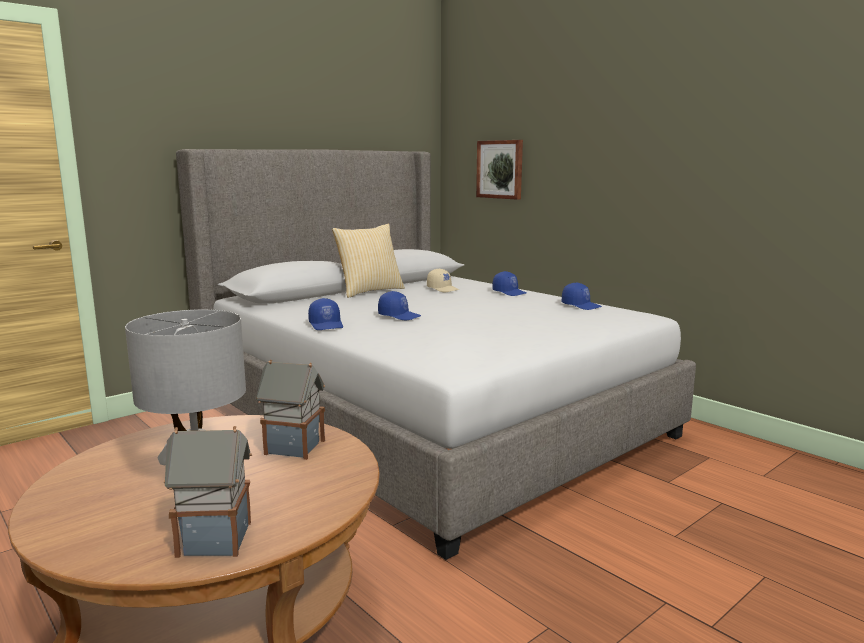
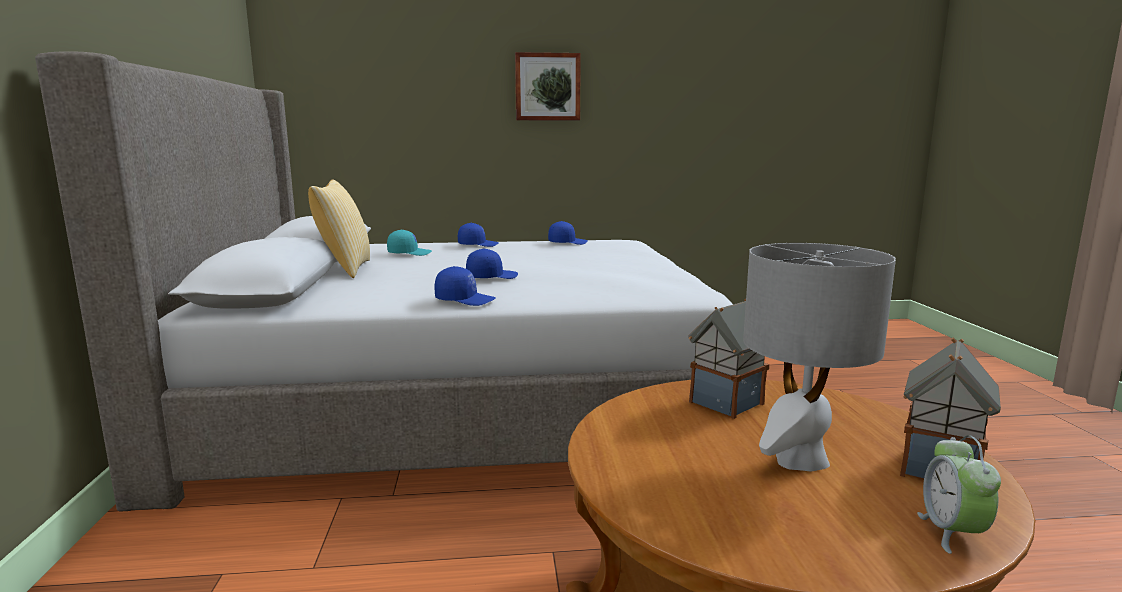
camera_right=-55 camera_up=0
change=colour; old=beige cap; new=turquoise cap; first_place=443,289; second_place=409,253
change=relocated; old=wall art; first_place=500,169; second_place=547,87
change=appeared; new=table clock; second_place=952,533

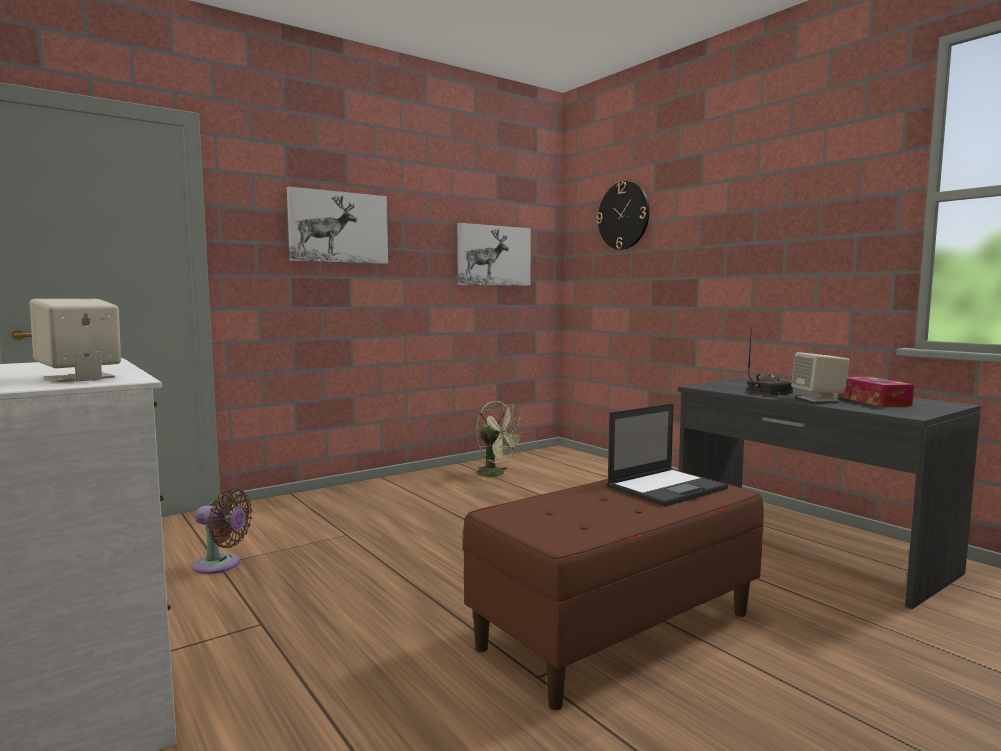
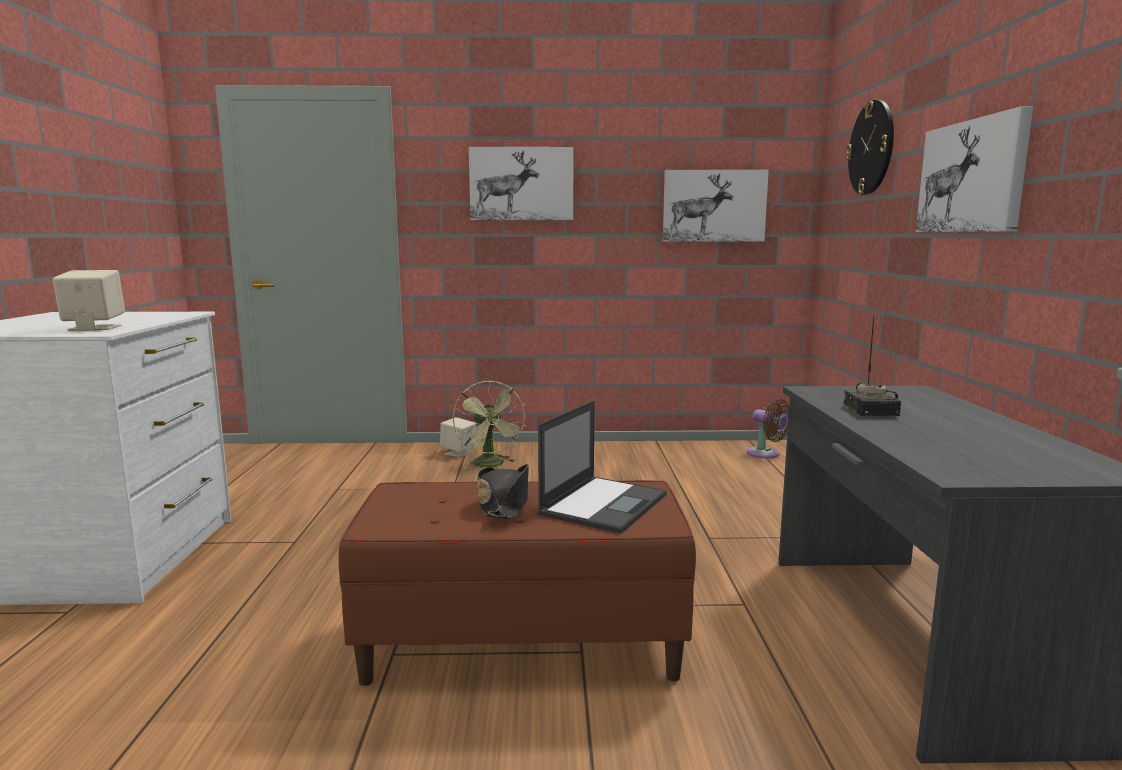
camera_right=35 camera_up=5
change=relocated; old=brown-coloured cooling fan; first_place=221,565; second_place=766,454
change=relocated; old=greenish cooling fan; first_place=496,474; second_place=491,465
change=spun; old=portable computer; first_place=667,487; second_place=604,504; degrees=-60
change=relocated; old=beige audio speaker; first_place=818,399; second_place=458,453
change=missing; old=tissue box; first_place=874,401
change=appeared; new=blackish wearable hat; second_place=504,503
change=appeared; new=wall art; second_place=972,176

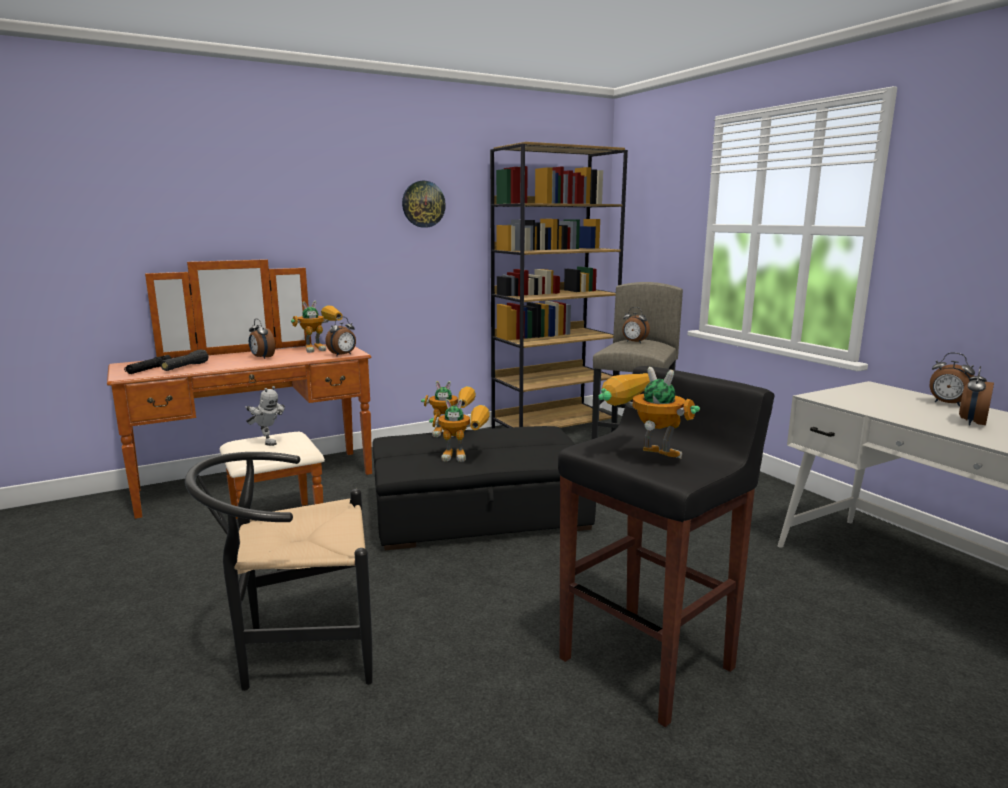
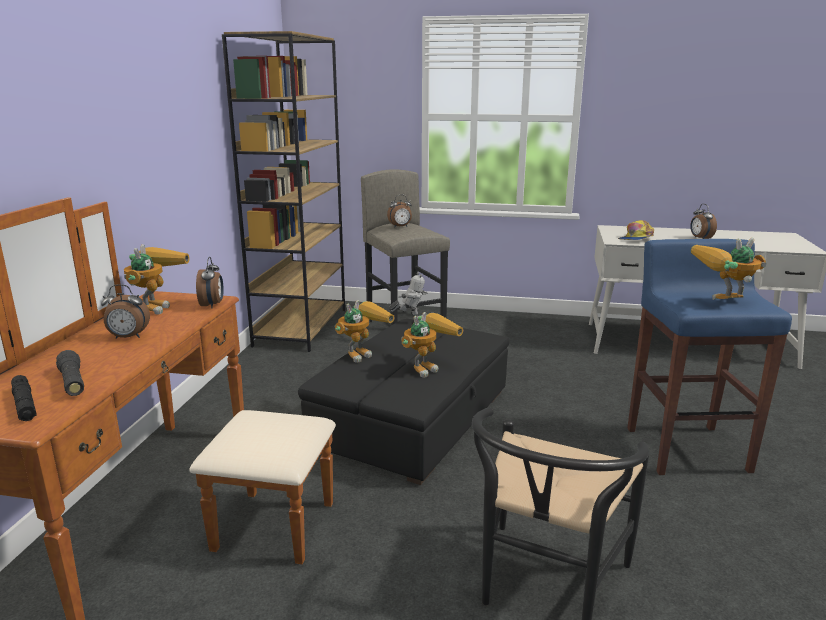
camera_right=-50 camera_up=5
change=relocated; old=model robot; first_place=267,442; second_place=410,321
change=missing; old=clock on the wall; first_place=423,204
change=colour; old=blackish stool seat; new=blue-coloured stool seat; first_place=648,663; second_place=686,449
change=missing; old=table clock; first_place=947,404
change=appeared; new=cap; second_place=636,238

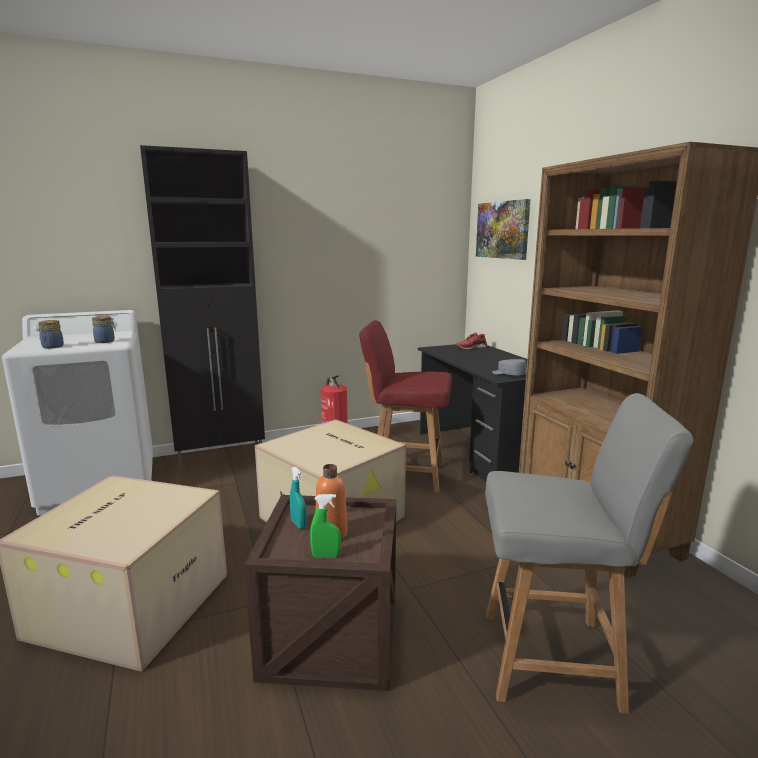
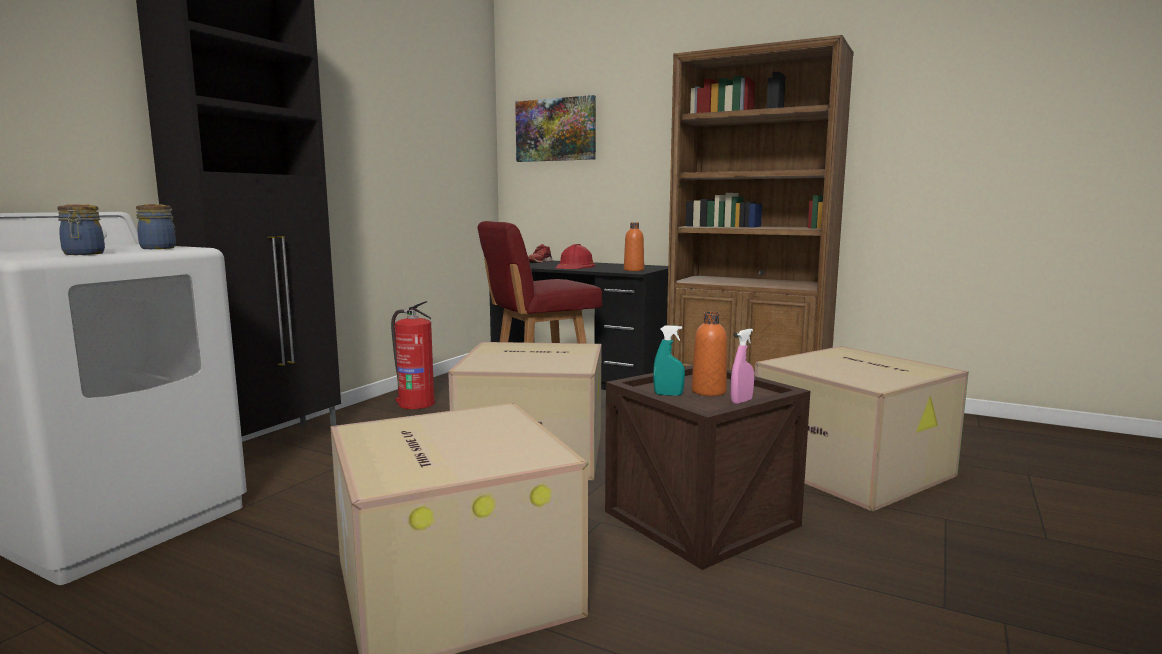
camera_right=-40 camera_up=-5
change=colour; old=greenish hand sprayer; new=pinkish hand sprayer; first_place=326,556; second_place=741,401
change=exchanged; old=grey upright chair; new=carton; first_place=554,659; second_place=854,468
change=exchanged; old=grey cap; new=orangey drink bottle; first_place=508,374; second_place=633,270
change=appeared; new=reddish work helmet; second_place=575,266

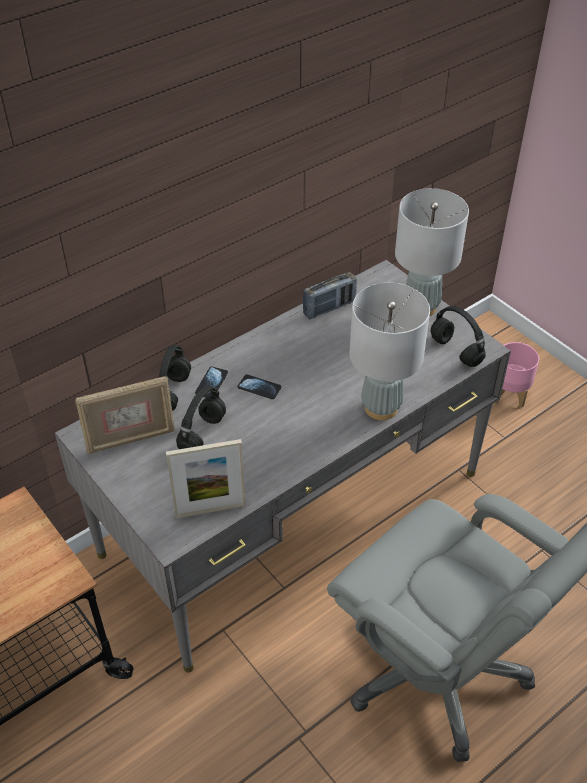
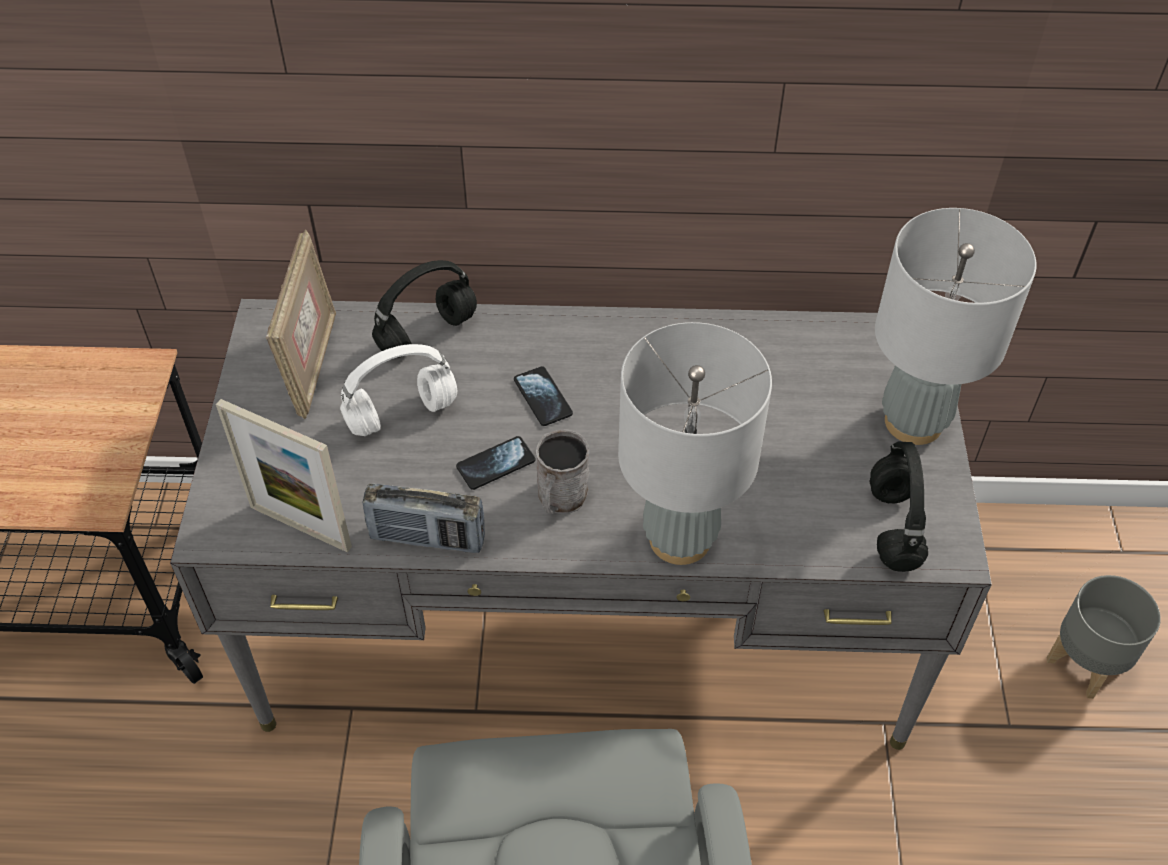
camera_right=40 camera_up=5
change=spun; old=photo frame; first_place=130,439; second_place=312,364; degrees=-105
change=colour; old=blackish headset; new=whitish headset; first_place=202,433; second_place=403,413
change=relocated; old=telephone; first_place=211,383; second_place=496,464
change=relocated; old=radio; first_place=329,308; second_place=427,538
change=colour; old=pinkish plant pot; new=grey plant pot; first_place=508,395; second_place=1084,663
change=appeared; new=grey mug; second_place=560,499

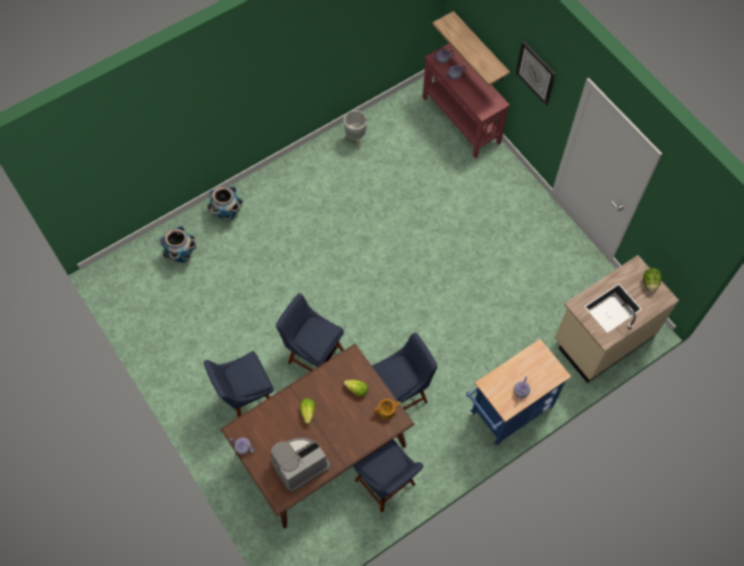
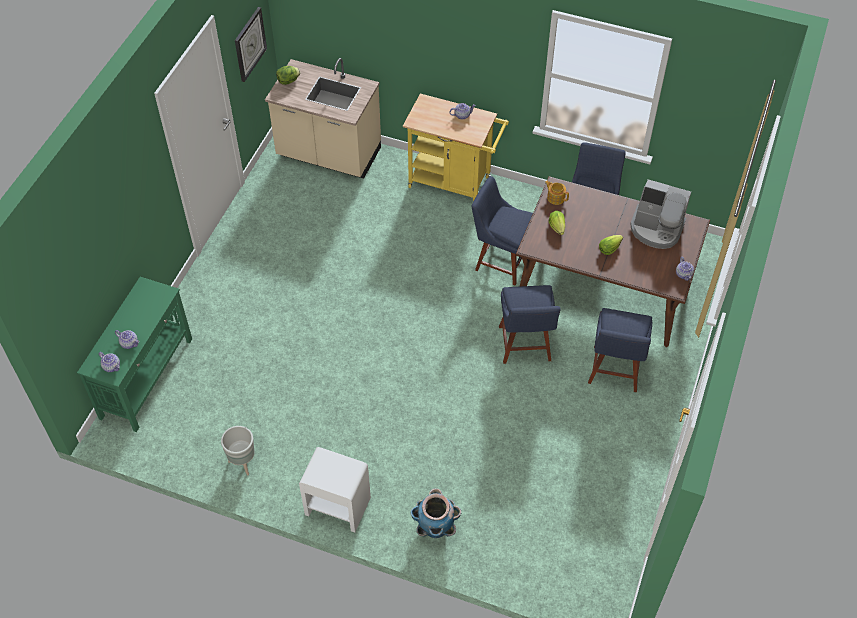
camera_right=-125 camera_up=-10
change=missing; old=plant pot; first_place=182,255
change=spun; old=blue-coloured upright chair; first_place=246,399; second_place=614,371; degrees=75
change=colour; old=reddish narrow table; new=greenish narrow table; first_place=461,120; second_place=147,377
change=missing; old=shelf; first_place=480,48
change=colour; old=blue-coloured wheeled cart; new=yellow wheeled cart; first_place=507,413; second_place=454,183
change=relocated; old=clock on the wall; first_place=536,72; second_place=249,44
change=appeared; new=whitish night table; second_place=337,506

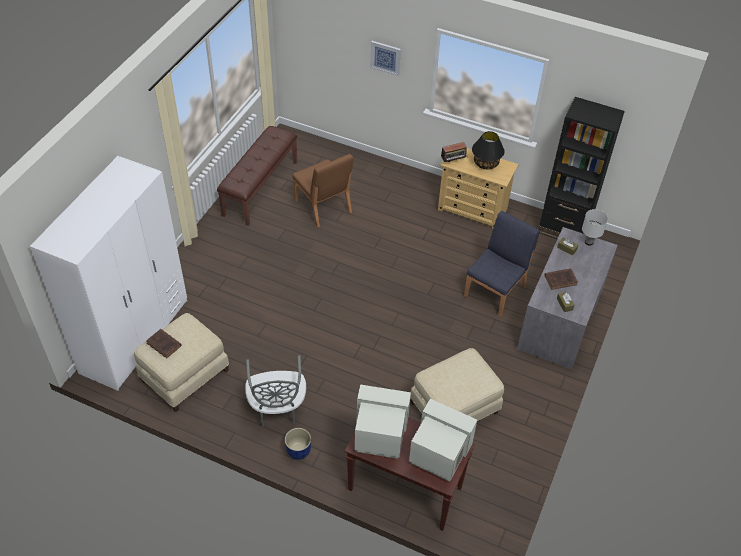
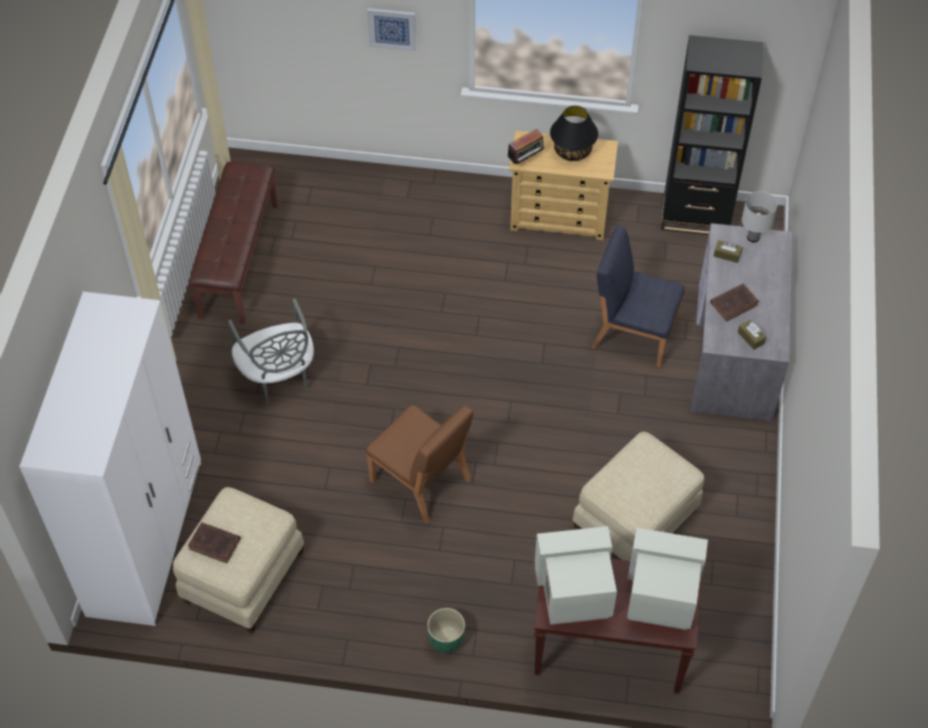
camera_right=-15 camera_up=5
change=relocated; old=grey upright chair; first_place=277,408; second_place=278,377
change=colour; old=blue-coloured plant pot; new=greenish plant pot; first_place=299,451; second_place=447,639
change=relocated; old=brown-coloured upright chair; first_place=323,207; second_place=421,481
change=spun; old=blue-coloured upright chair; first_place=496,290; second_place=633,333; degrees=-90

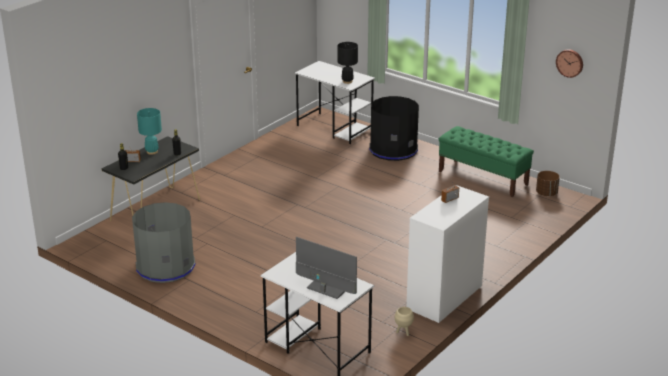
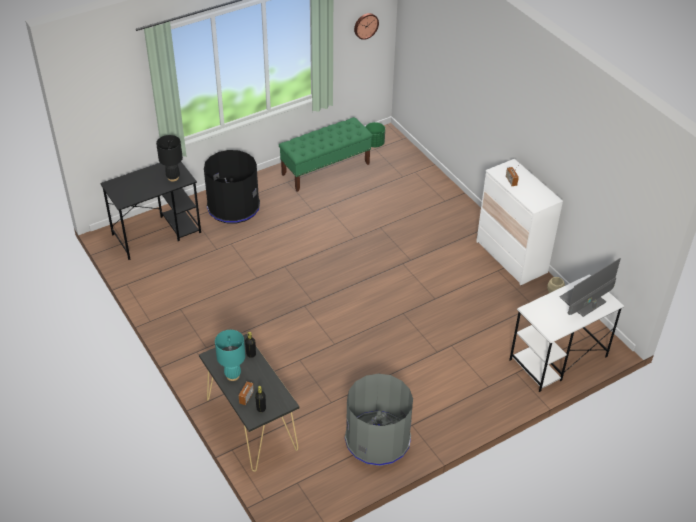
camera_right=-70 camera_up=15
change=colour; old=whitish desk; new=blackish desk; first_place=335,128; second_place=157,233
change=colour; old=brown-coloured plant pot; new=greenish plant pot; first_place=546,193; second_place=374,143

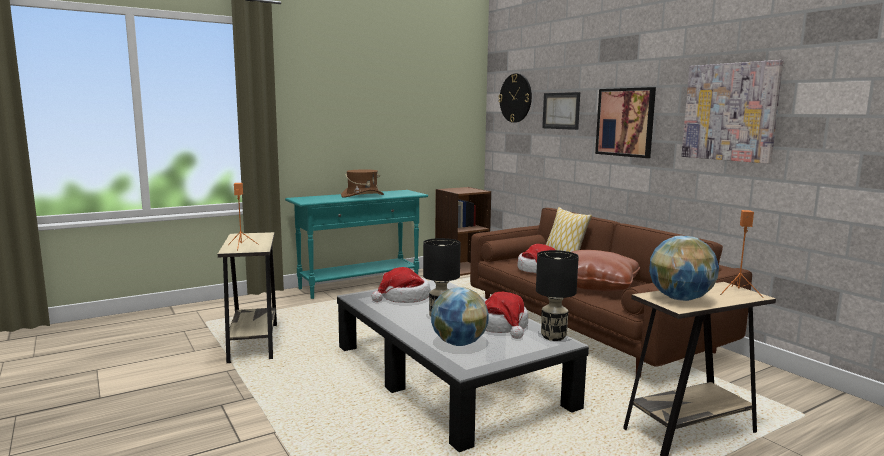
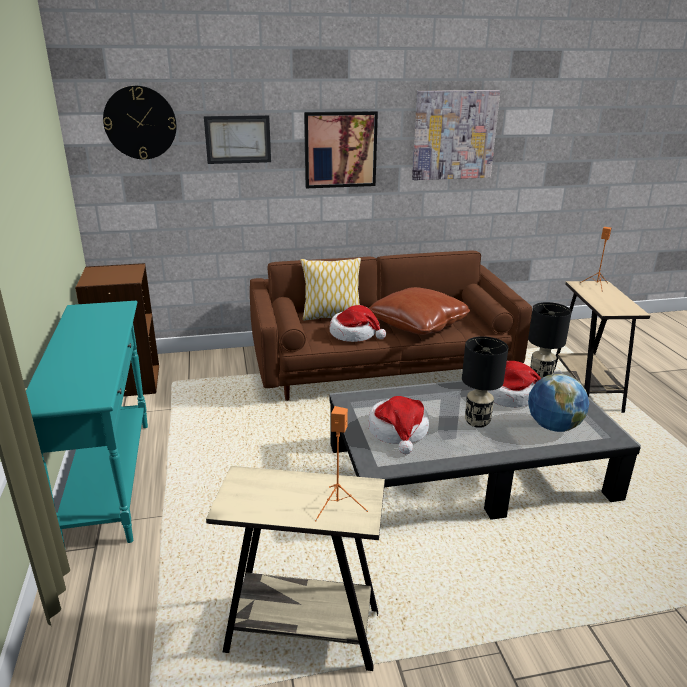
camera_right=-70 camera_up=15
change=missing; old=brown-coloured wearable hat; first_place=362,196
change=missing; old=desk globe; first_place=680,299

